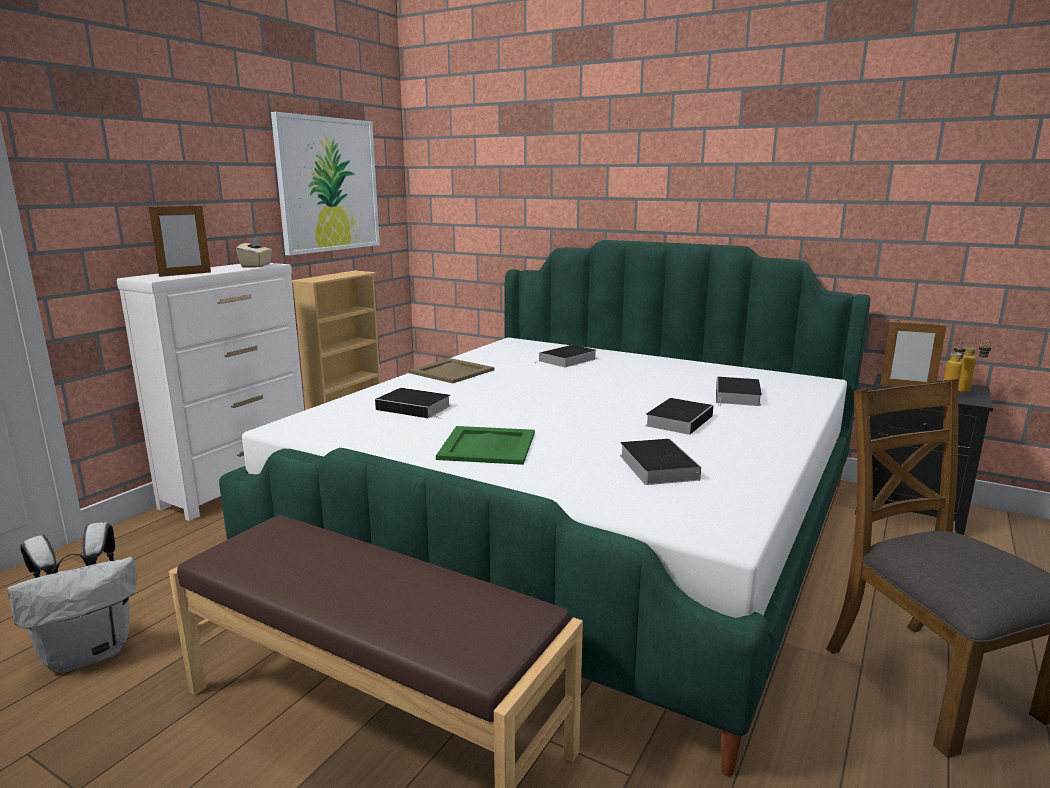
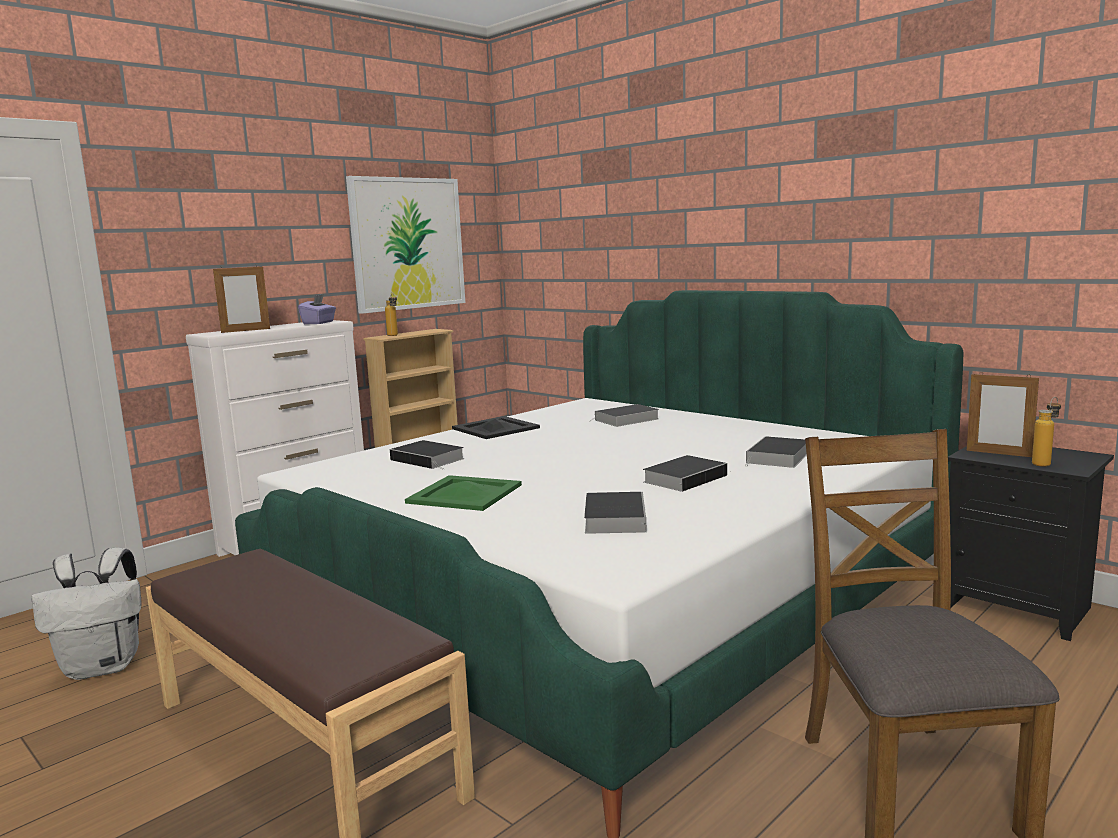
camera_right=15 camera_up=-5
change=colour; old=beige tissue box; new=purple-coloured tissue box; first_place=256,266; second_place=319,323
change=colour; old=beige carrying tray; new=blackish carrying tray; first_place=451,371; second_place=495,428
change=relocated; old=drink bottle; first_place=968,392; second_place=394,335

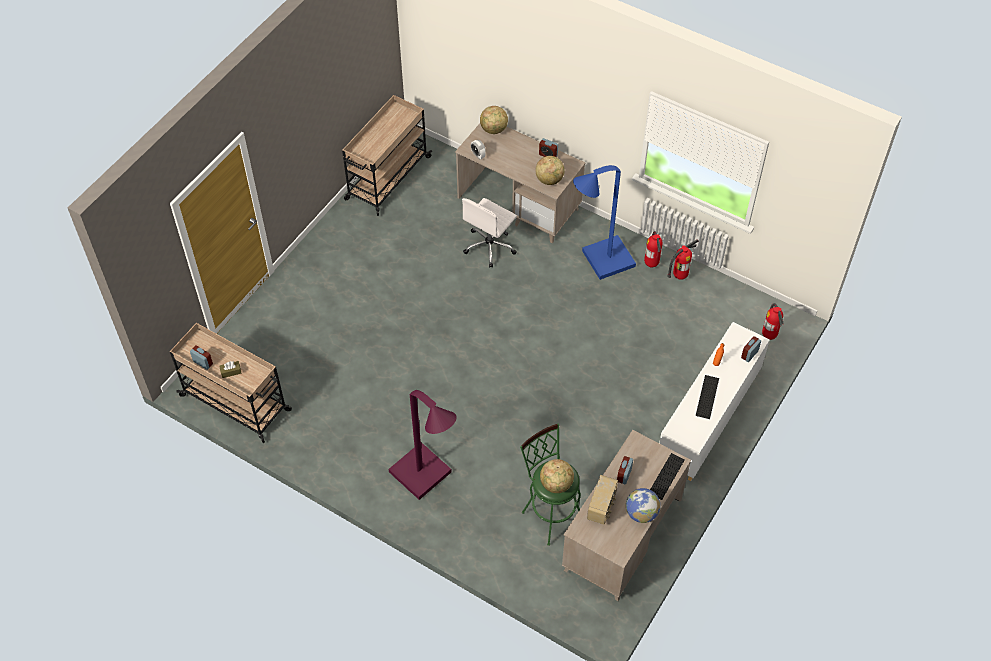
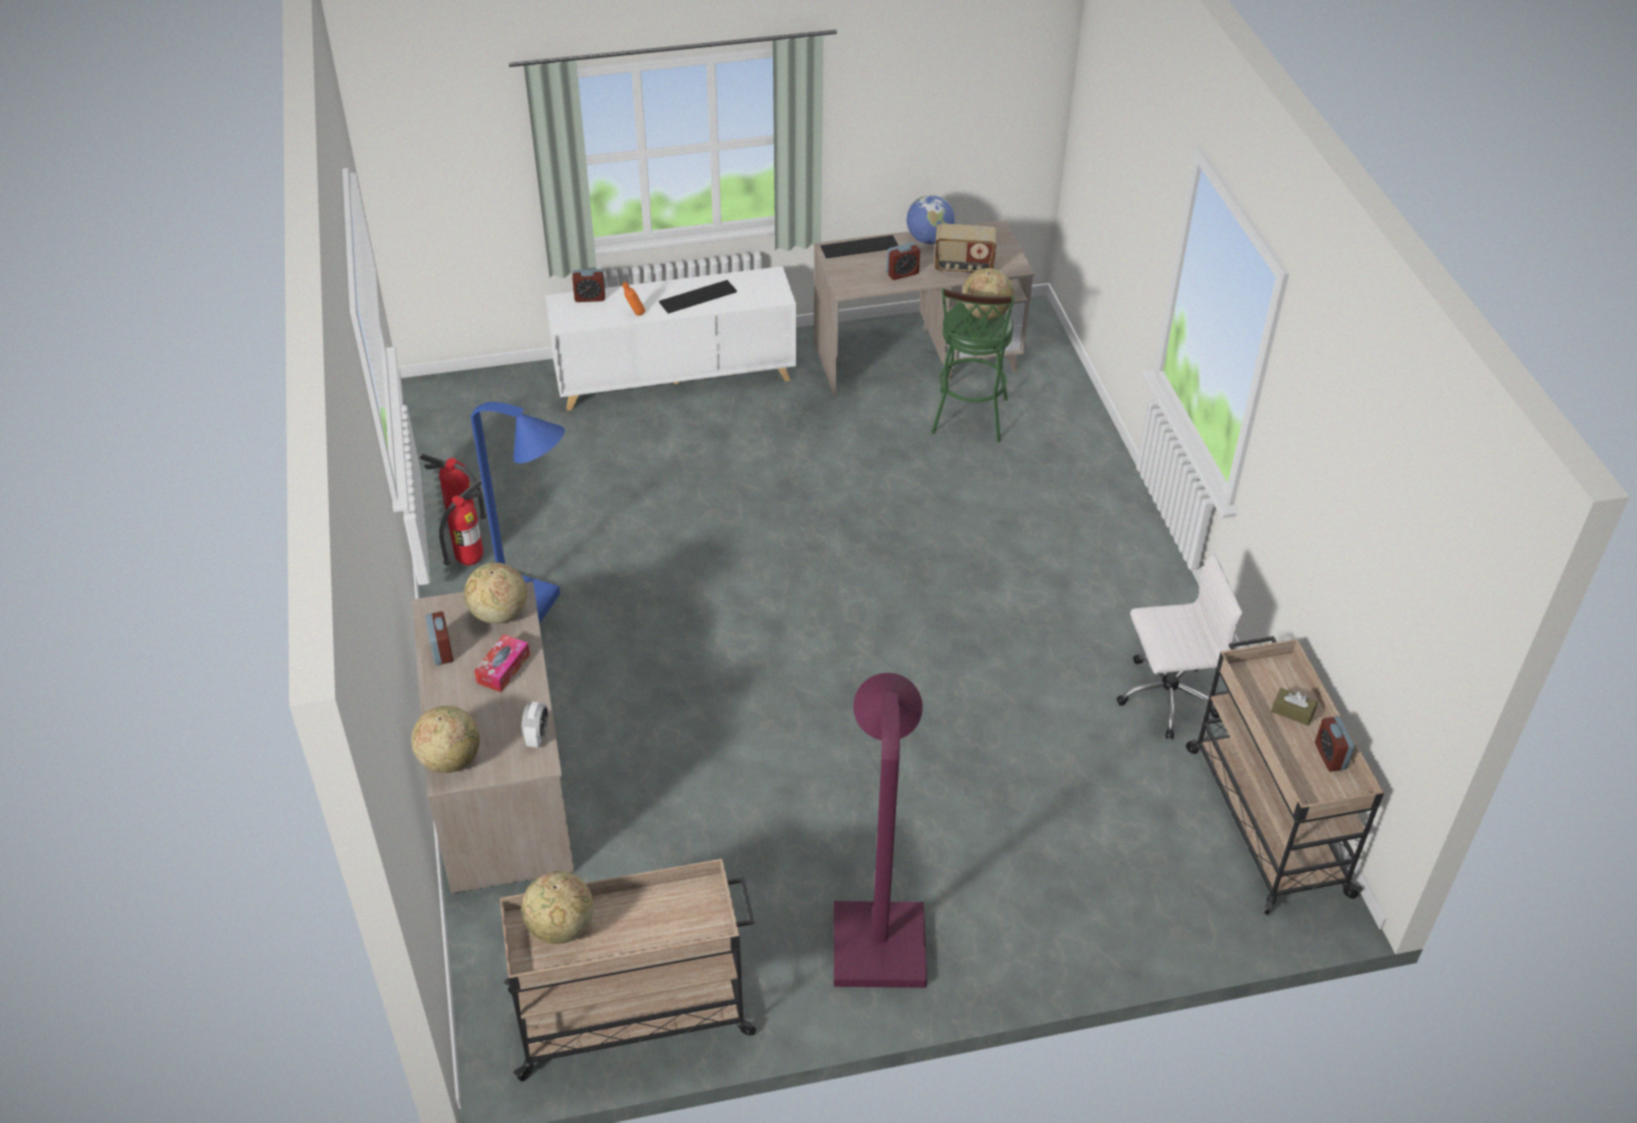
camera_right=-135 camera_up=-10
change=relocated; old=purple-coloured standing lamp; first_place=426,477; second_place=878,931
change=relocated; old=whitish desk chair; first_place=490,246; second_place=1165,697
change=spun; old=radio; first_place=602,507; second_place=963,267; degrees=-150
change=missing; old=extinguisher; first_place=769,336
change=appeared; new=tissue box; second_place=503,669
change=appeared; new=desk globe; second_place=560,927

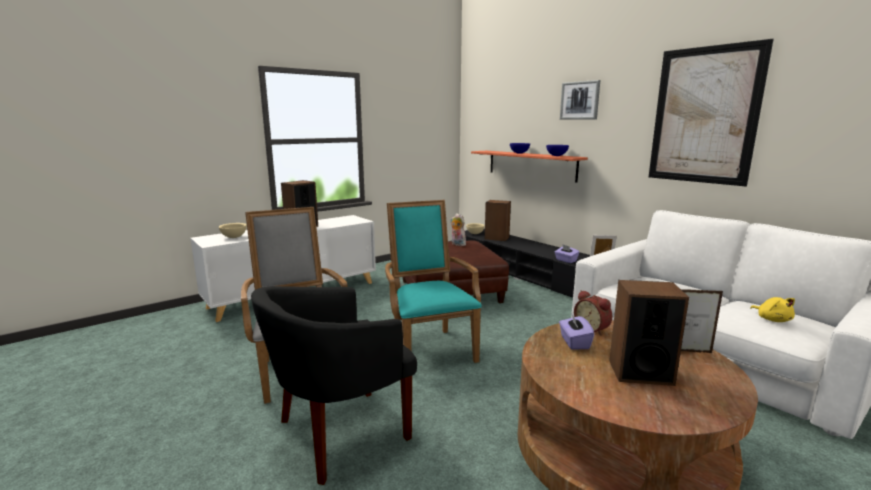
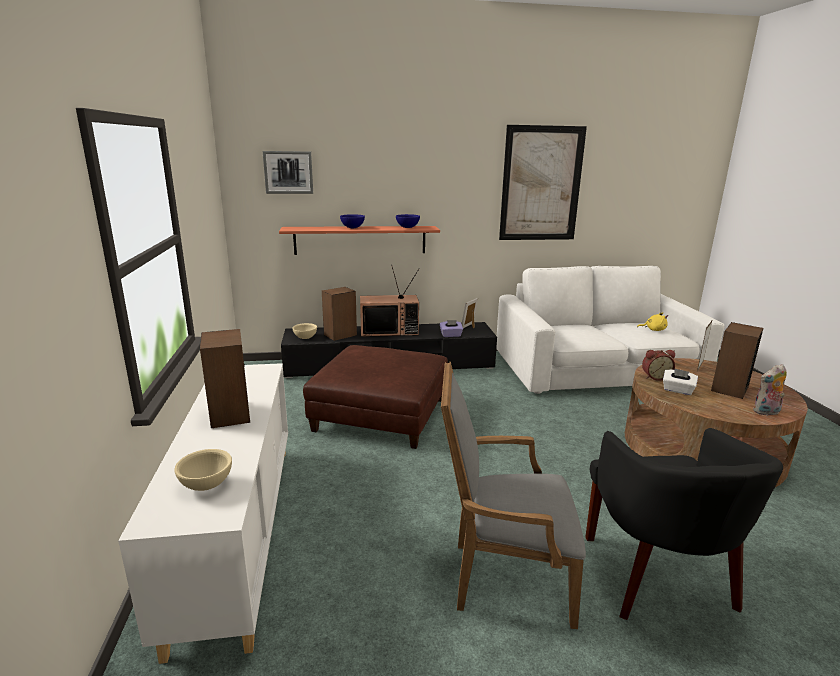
camera_right=-60 camera_up=5
change=missing; old=turquoise armchair; first_place=429,347
change=relocated; old=cuddly toy; first_place=457,244; second_place=766,412
change=colour; old=purple-coloured tissue box; new=whitish tissue box; first_place=574,342; second_place=677,390
change=relocated; old=wall art; first_place=580,100; second_place=288,172
change=appeared; new=TV; second_place=390,331

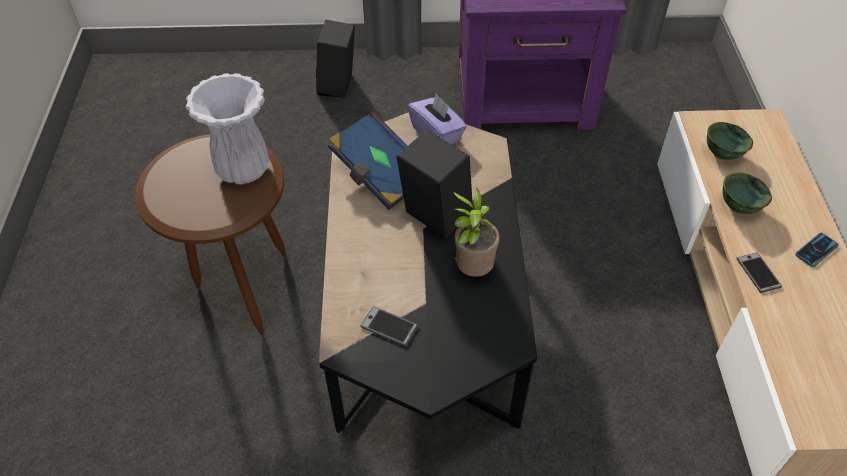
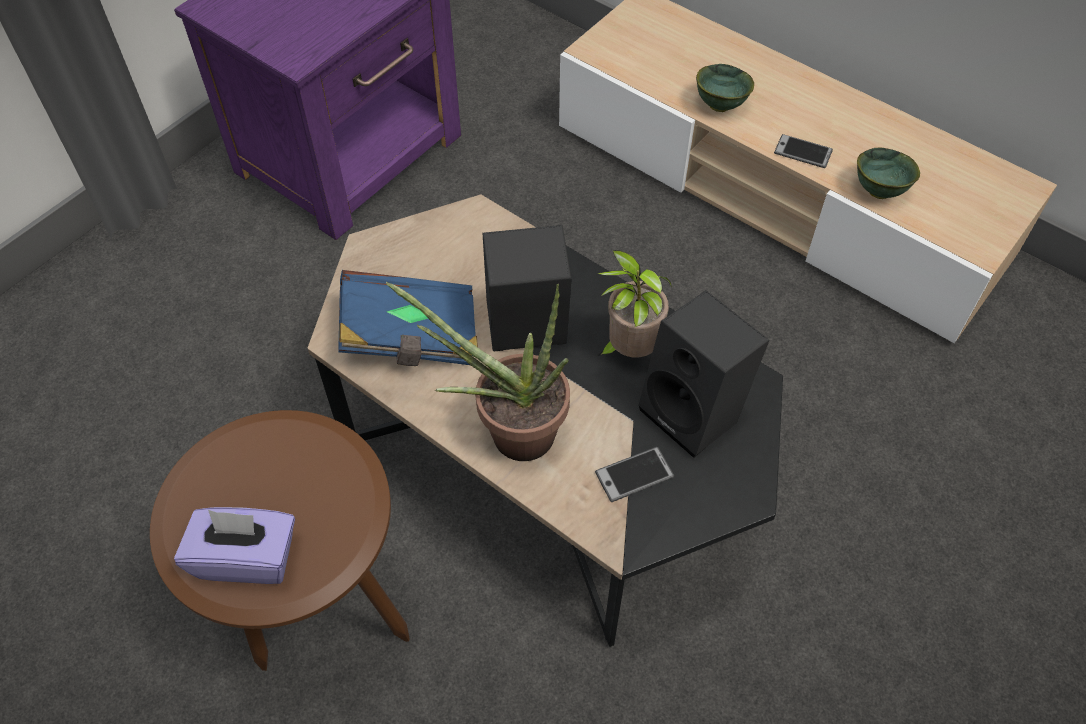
camera_right=-50 camera_up=5
change=missing; old=whitish decorative vase; first_place=243,171
change=relocated; old=blackish audio speaker; first_place=339,86; second_place=695,413
change=relocated; old=purple-coloured tissue box; first_place=437,134; second_place=247,557
change=relocated; old=greenish bowl; first_place=721,154; second_place=878,191
change=missing; old=telephone; first_place=816,250
change=appeared; new=houseplant; second_place=508,433

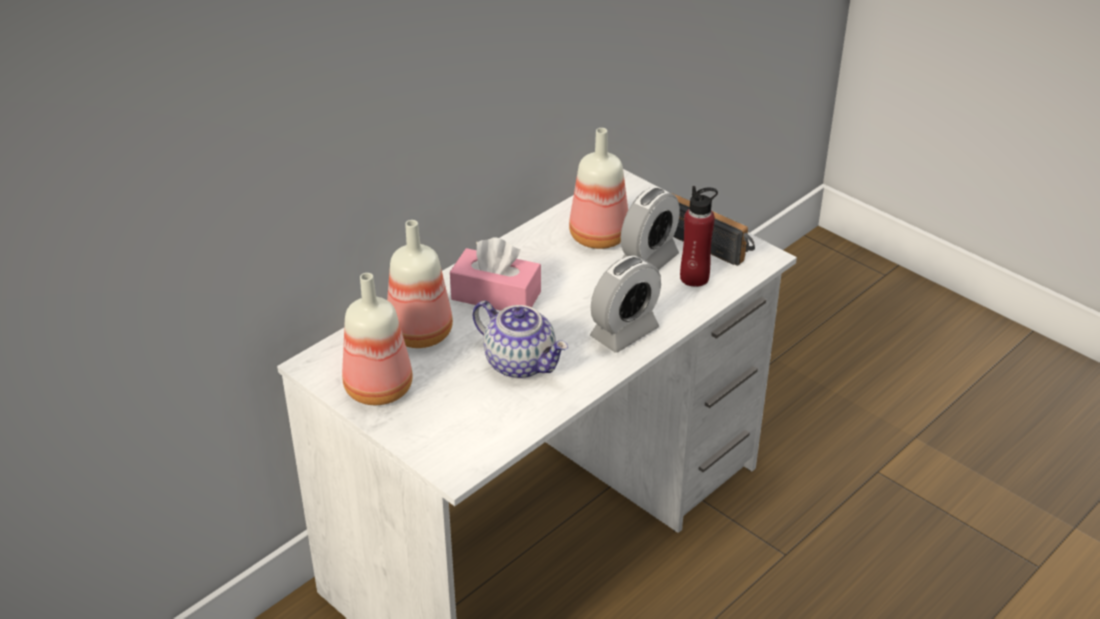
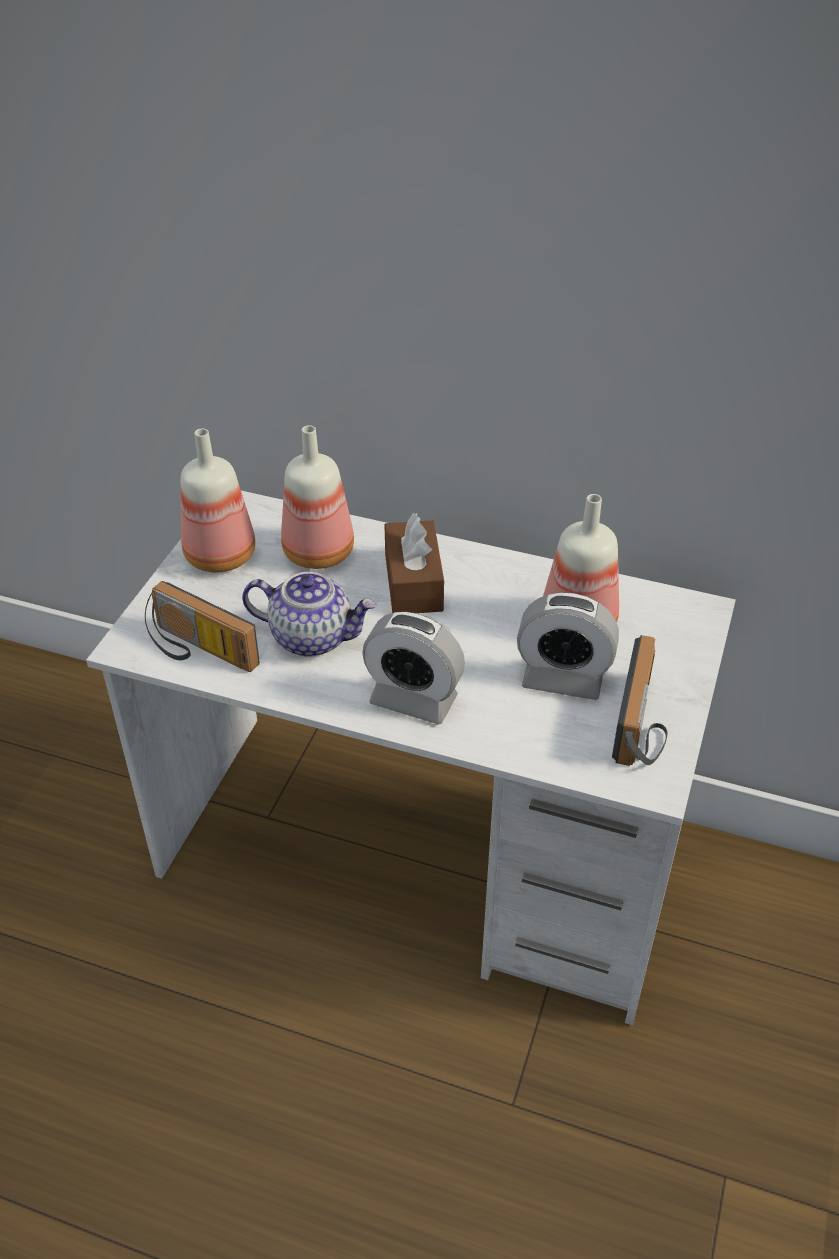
camera_right=65 camera_up=5
change=colour; old=pinkish tissue box; new=brown-coloured tissue box; first_place=496,295; second_place=413,582
change=spun; old=teapot; first_place=521,363; second_place=312,637; degrees=-90
change=missing; old=reddish drink bottle; first_place=694,278
change=appeared; new=radio; second_place=197,651

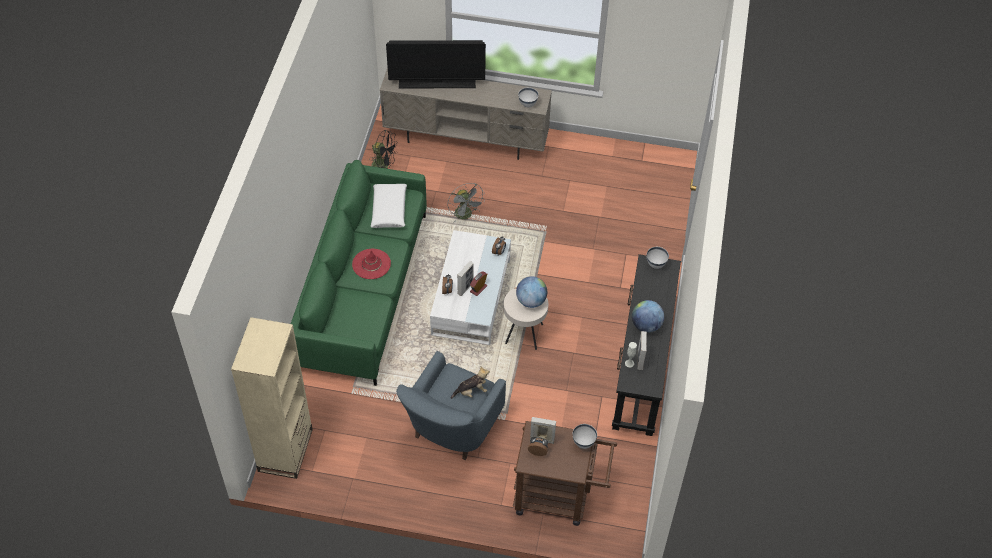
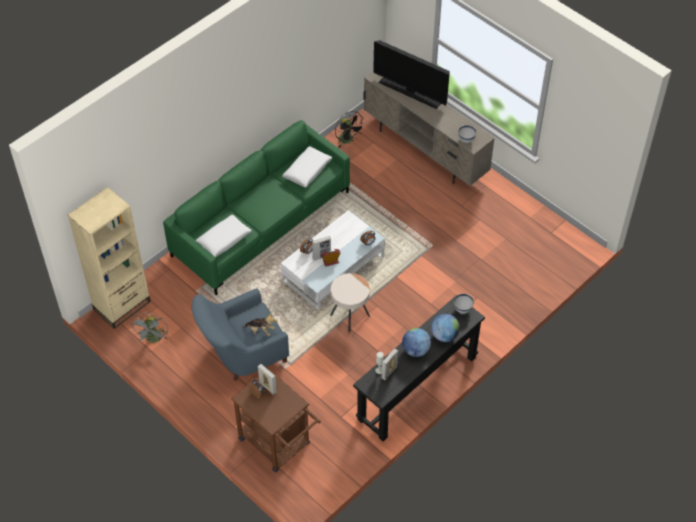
camera_right=35 camera_up=0
change=missing; old=reddish wearable hat; first_place=371,264
change=relocated; old=grey cooling fan; first_place=465,215; second_place=153,339
change=relocated; old=desk globe; first_place=531,301; second_place=444,335
change=missing; old=whitish bowl; first_place=583,442
change=appeared; new=whitish pillow; second_place=224,239

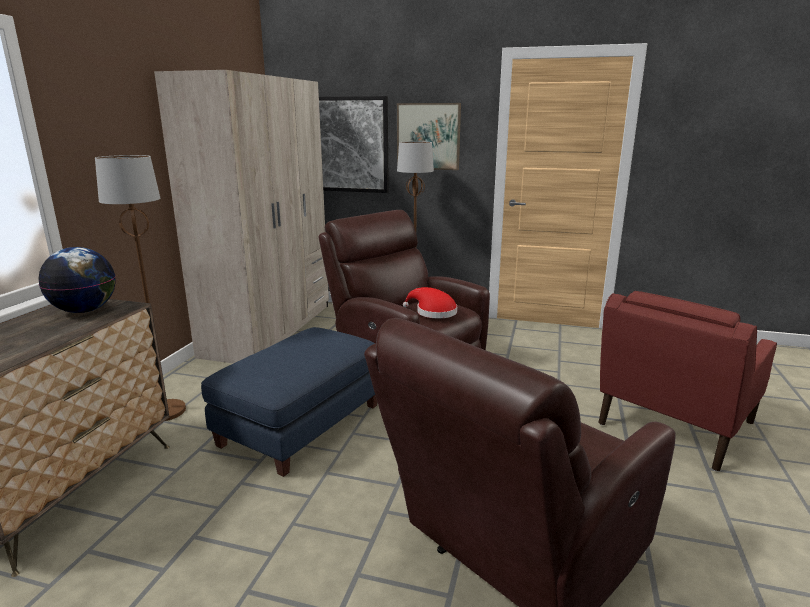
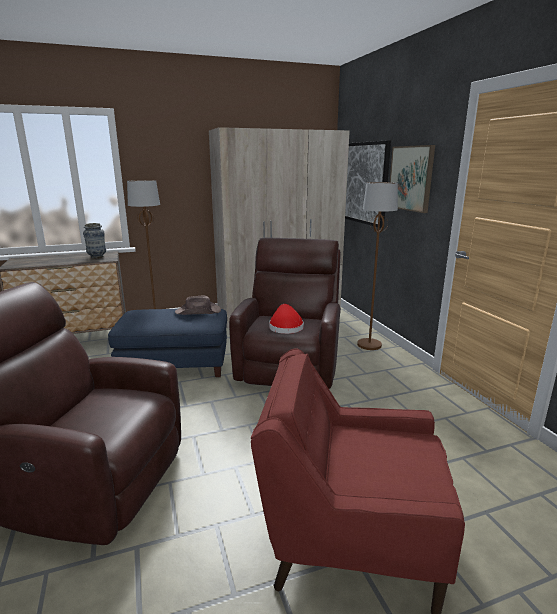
camera_right=55 camera_up=0
change=exchanged; old=desk globe; new=decorative vase; first_place=85,310; second_place=97,257
change=appeared; new=brown-coloured wearable hat; second_place=198,312

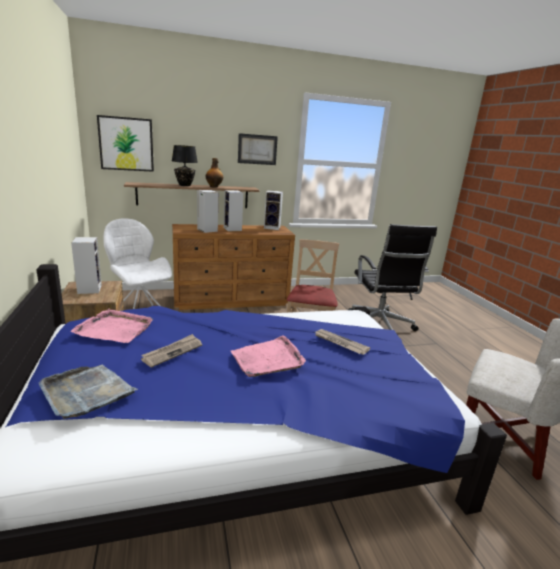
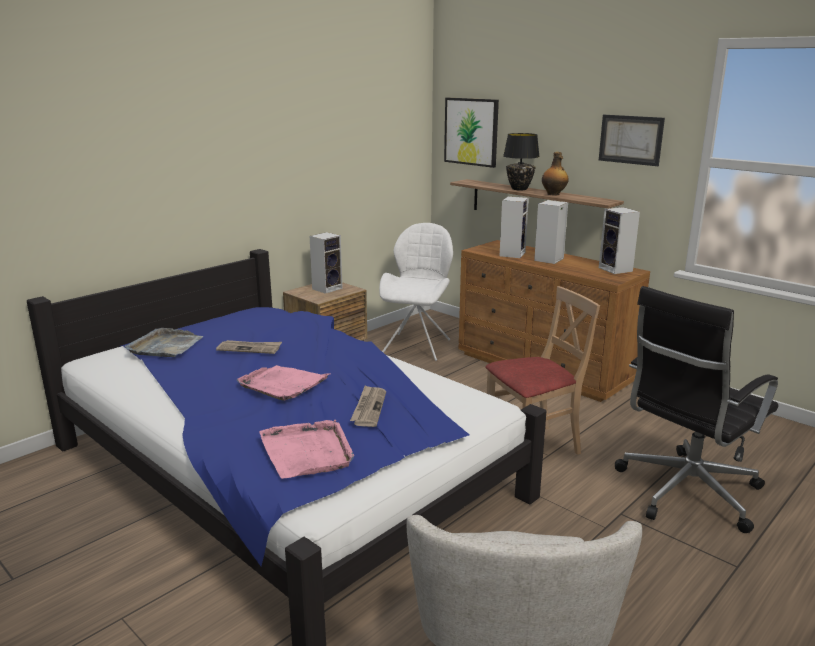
camera_right=60 camera_up=0
change=relocated; old=pinkish carrying tray; first_place=115,329; second_place=308,452

